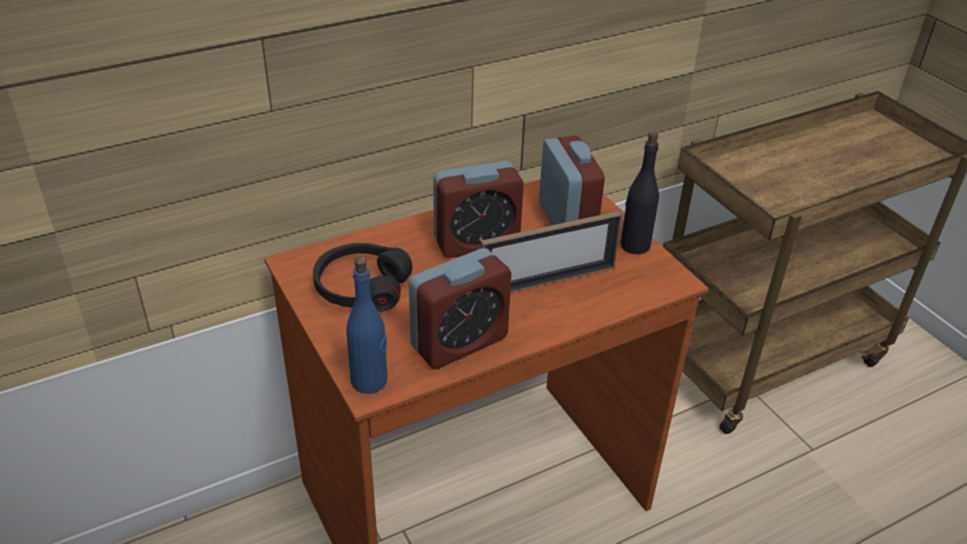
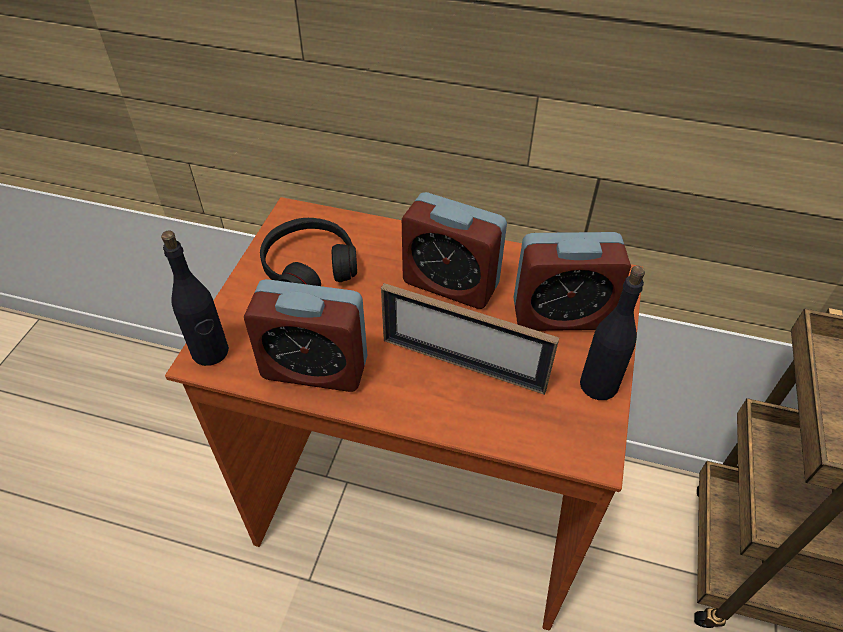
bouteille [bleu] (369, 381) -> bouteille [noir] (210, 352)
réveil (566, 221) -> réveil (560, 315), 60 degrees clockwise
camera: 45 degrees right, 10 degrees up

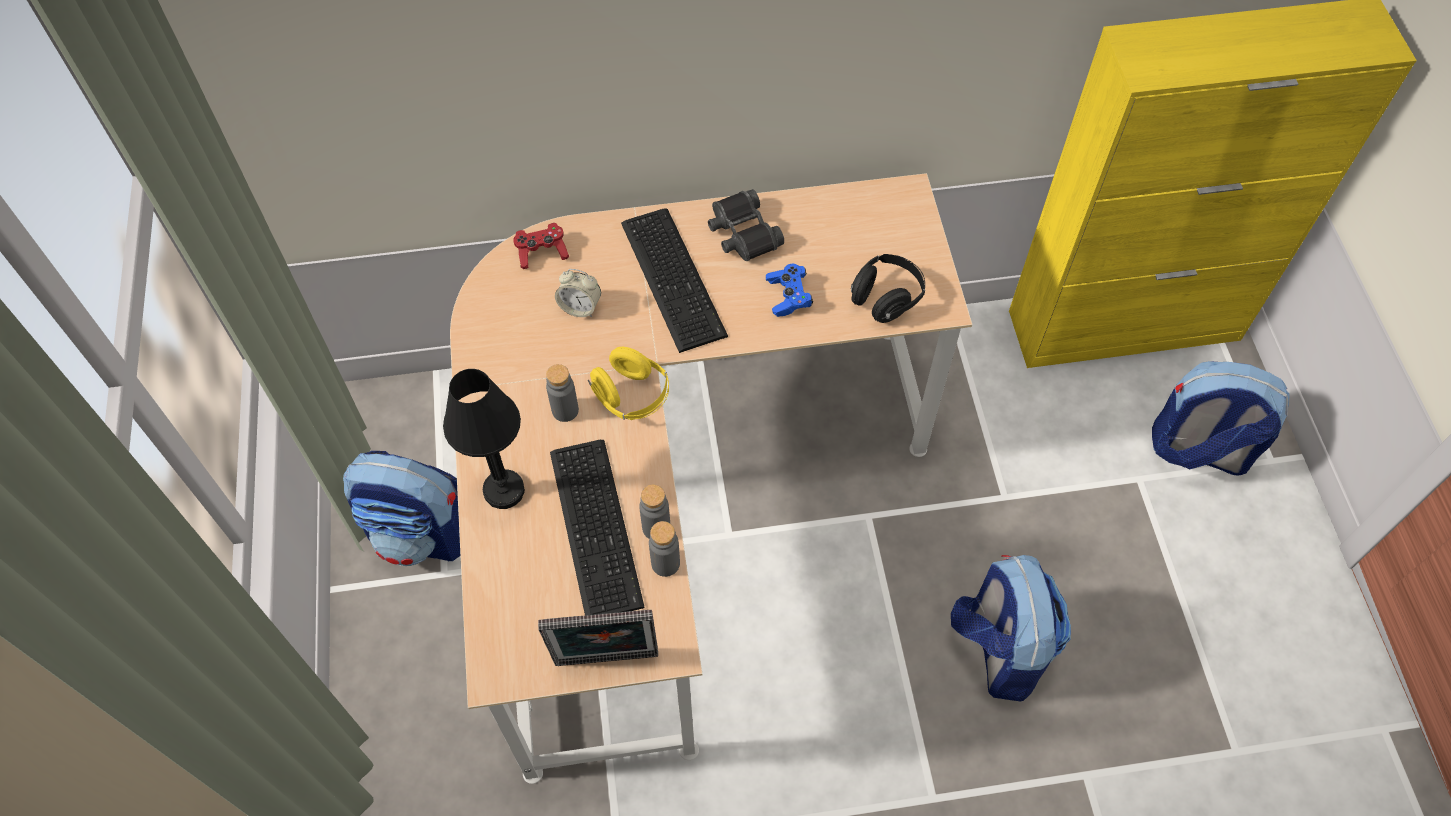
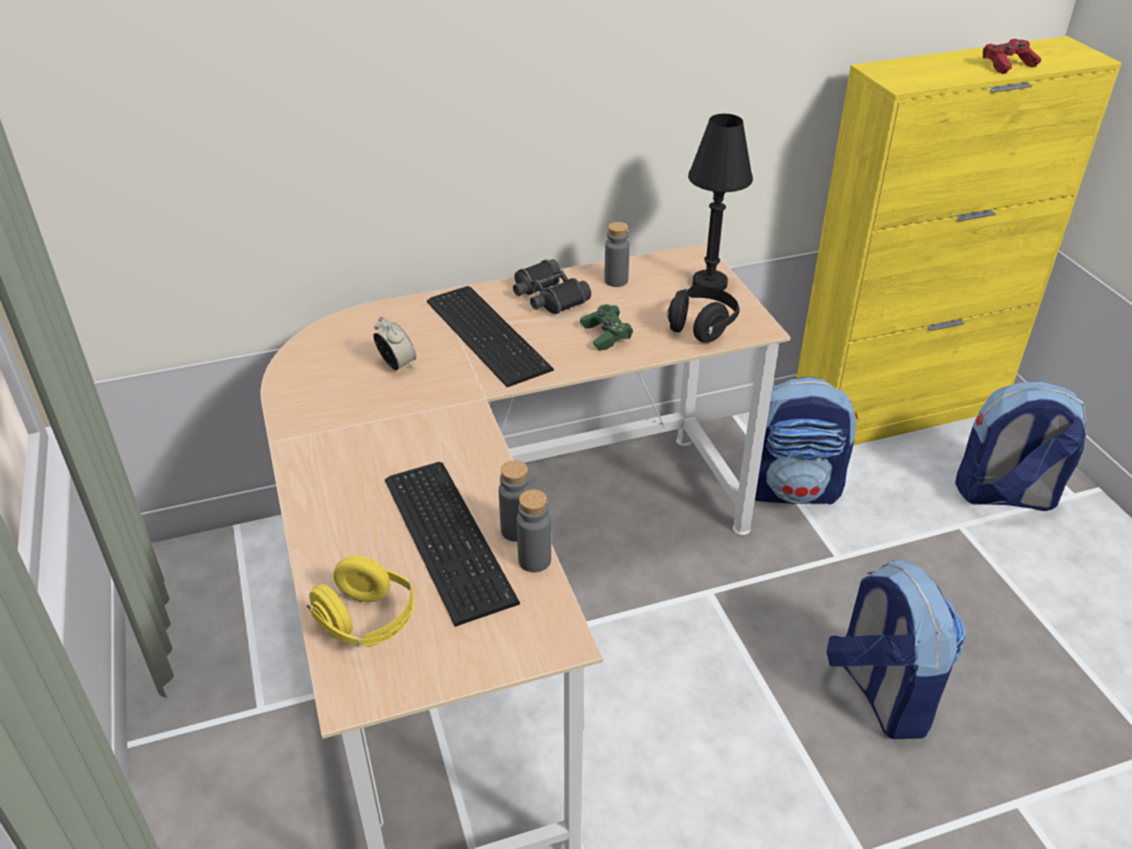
casque audio [jaune] (631, 396) -> casque audio [jaune] (367, 623), moved
réveil (580, 307) -> réveil (397, 364), 135 degrees counterclockwise
manette [bleu] (788, 296) -> manette [vert] (606, 335)
bouteille [gris] (565, 410) -> bouteille [gris] (616, 280), moved
lampe de table [noir] (504, 490) -> lampe de table [noir] (709, 284), moved
sac à dos (421, 533) -> sac à dos (792, 489), moved
manette [rouge] (542, 252) -> manette [rouge] (1008, 65), moved
cadre photo (607, 663) -> none
camera: 10 degrees left, 20 degrees down

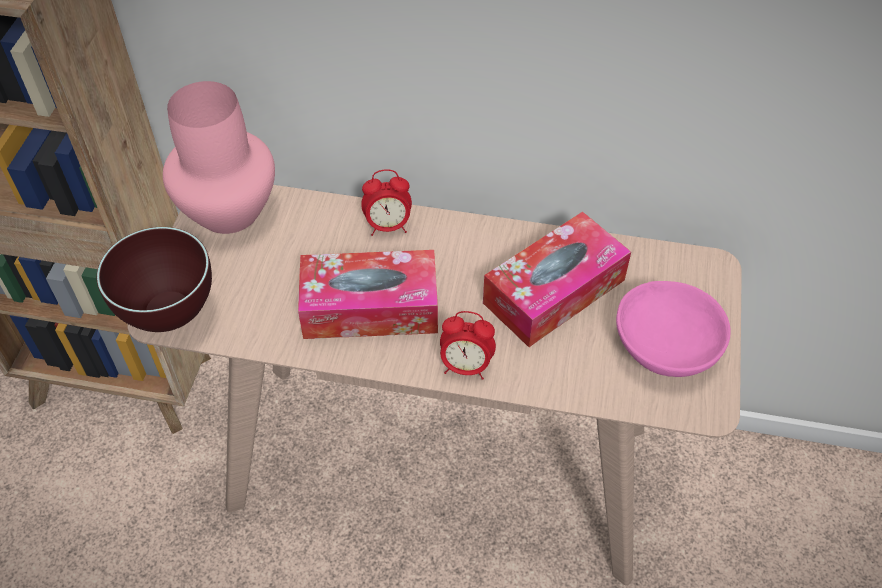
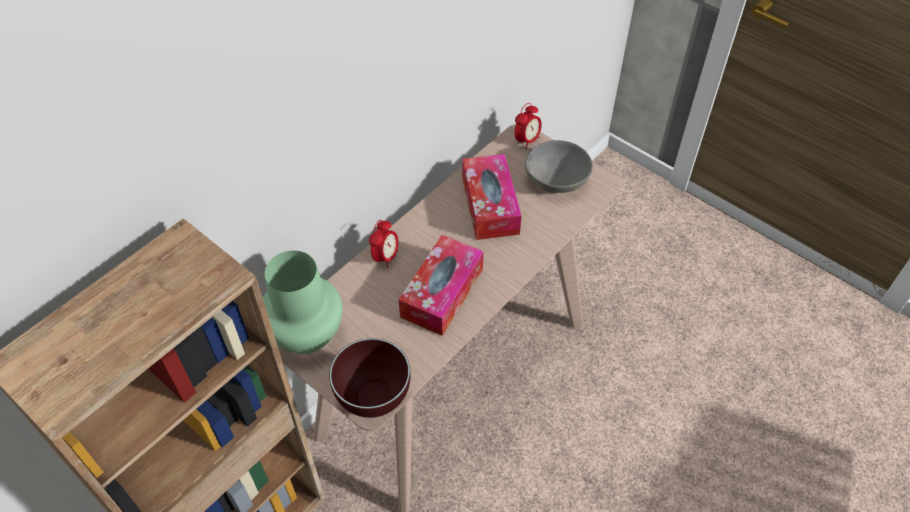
vase [rose] (230, 211) -> vase [vert] (307, 333)
réveil (466, 366) -> réveil (526, 140), moved
bol [rose] (667, 346) -> bol [gris] (556, 179)
camera: 60 degrees left, 0 degrees up

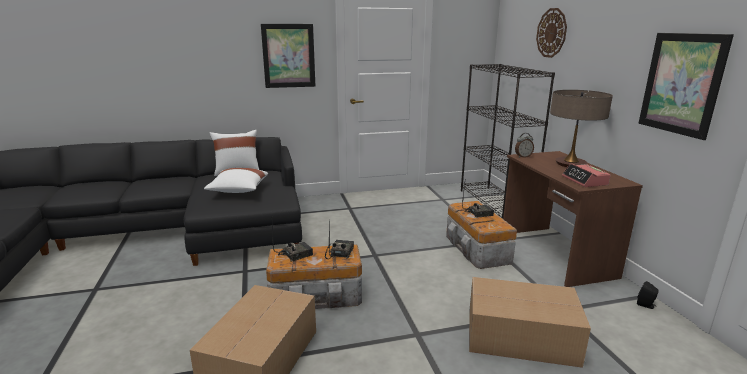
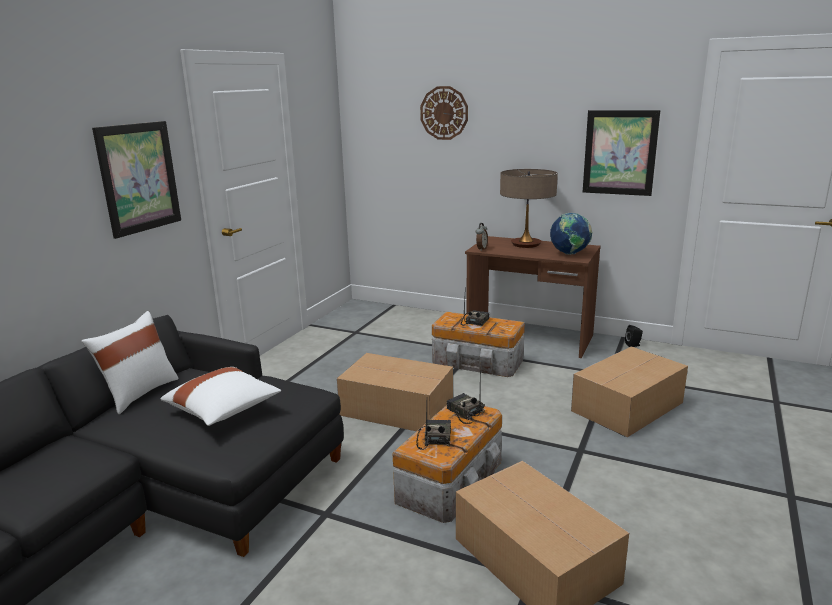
none -> carton (395, 408)
réveil (585, 181) -> globe (569, 254)
bibliothèque [noir] (495, 204) -> none
camera: 50 degrees left, 0 degrees up

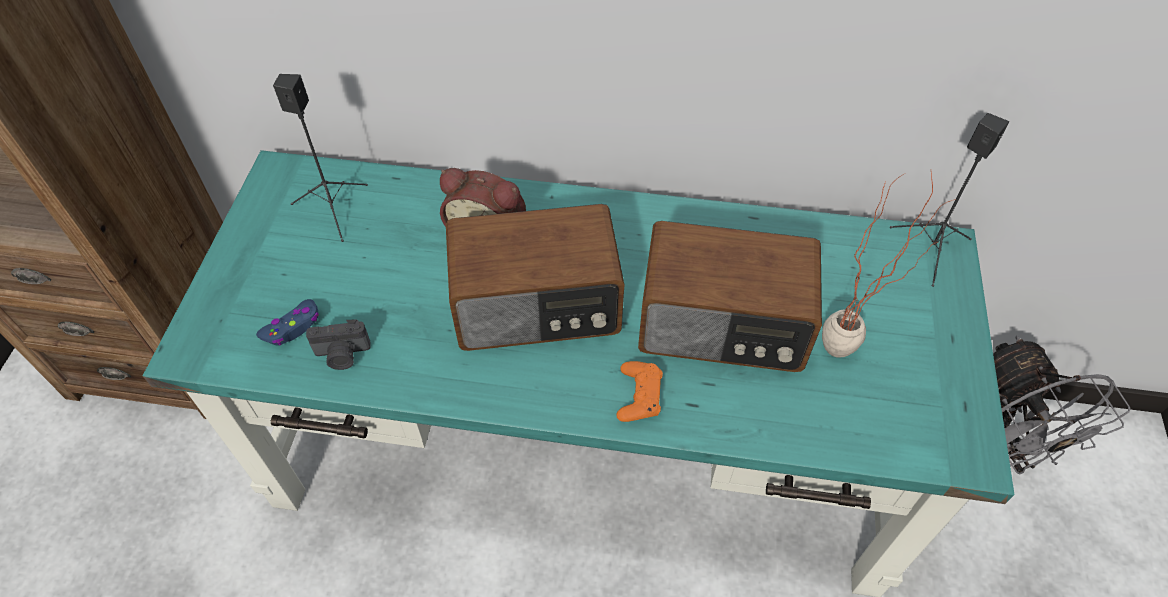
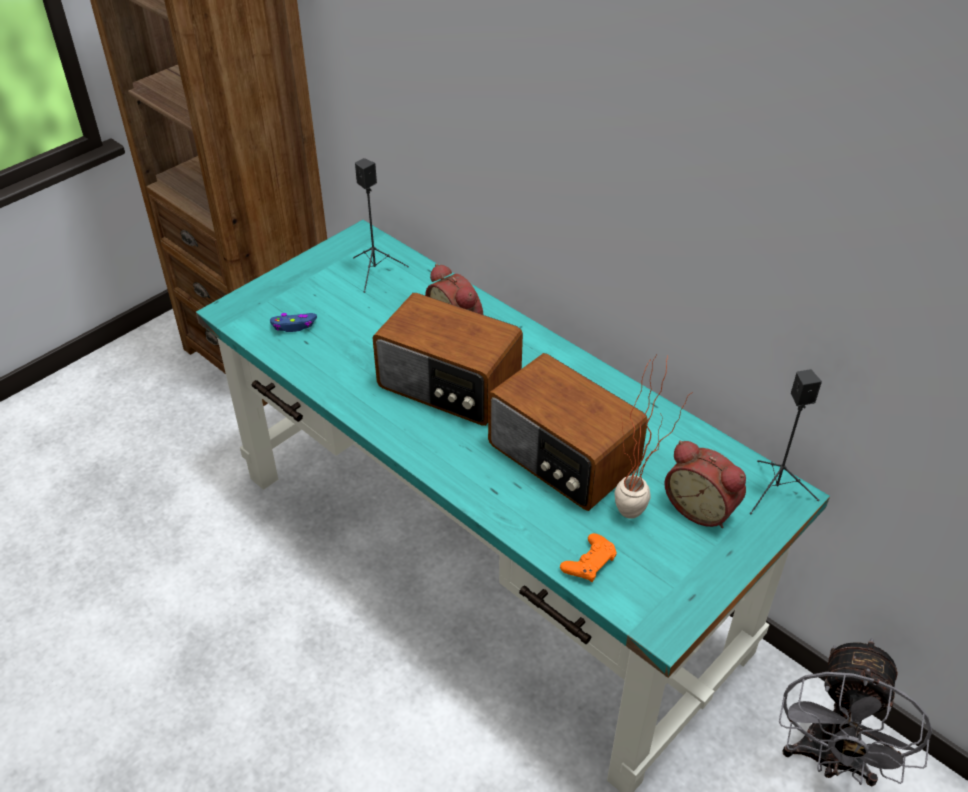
manette [orange] (639, 396) -> manette [orange] (589, 562), moved
none -> réveil (701, 507)
appareil photo (342, 355) -> none
camera: 35 degrees right, 10 degrees down

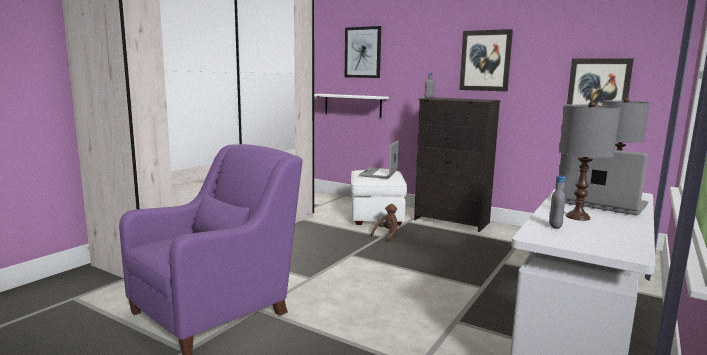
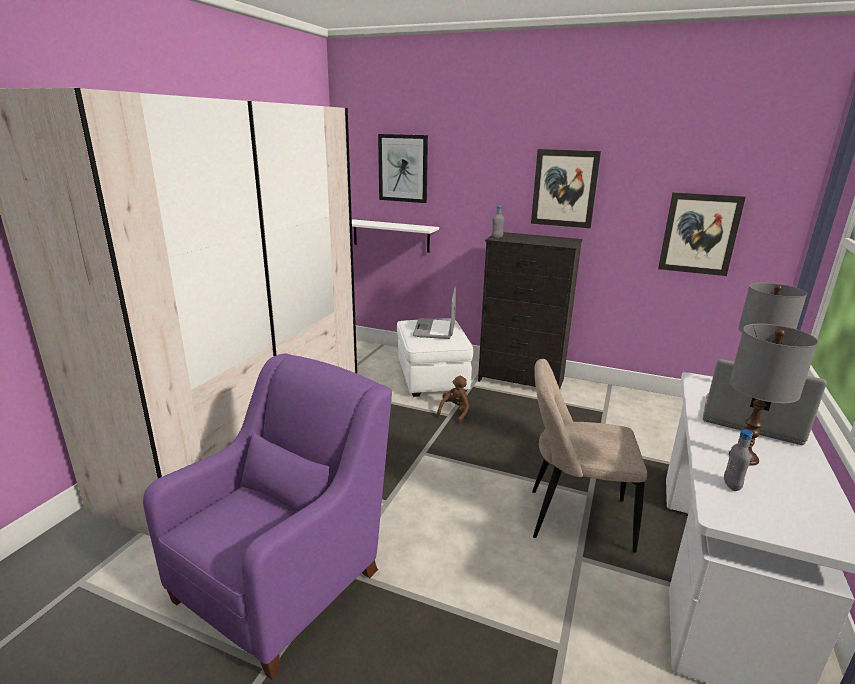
none -> chaise [beige] (573, 518)
camera: 10 degrees left, 10 degrees up

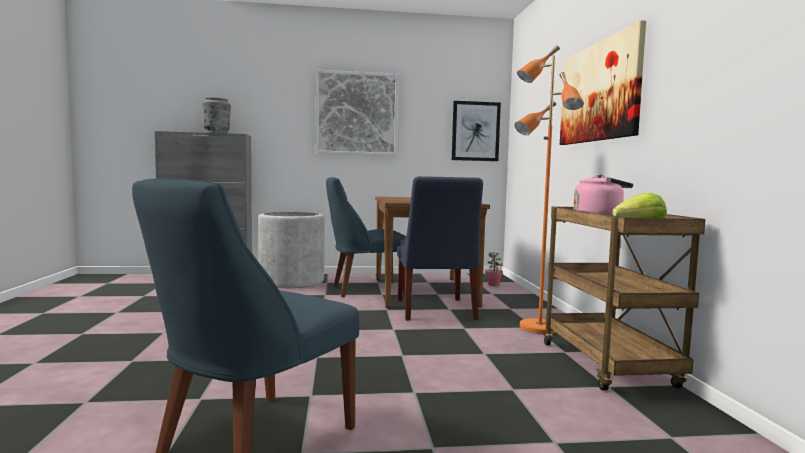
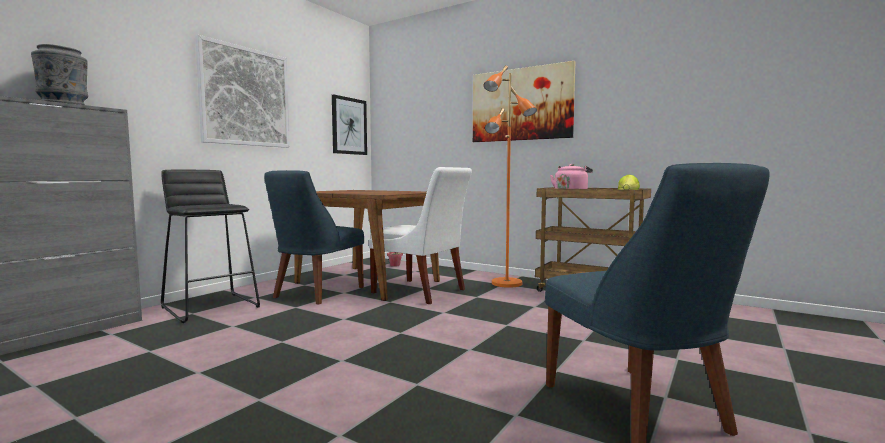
cache-pot [gris] (291, 281) -> tabouret [noir] (211, 306)
chaise [bleu] (435, 310) -> chaise [blanc] (421, 292)
camera: 50 degrees left, 0 degrees up

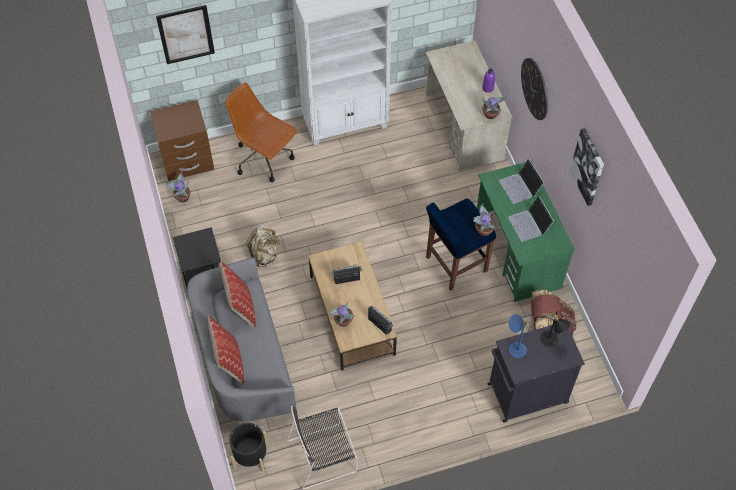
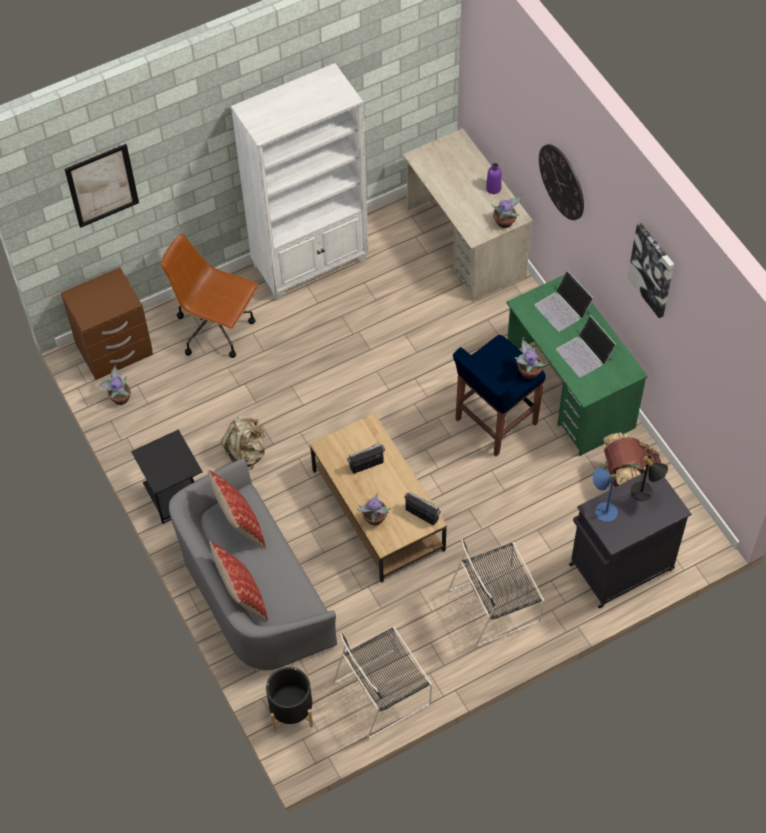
none -> chaise [noir] (496, 605)
camera: 10 degrees left, 0 degrees up

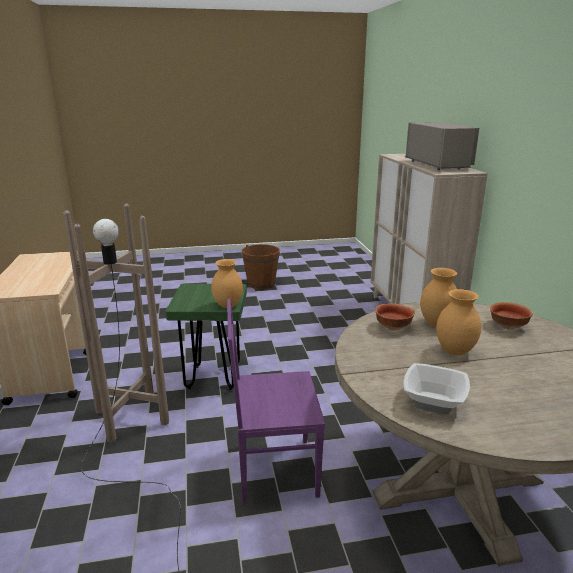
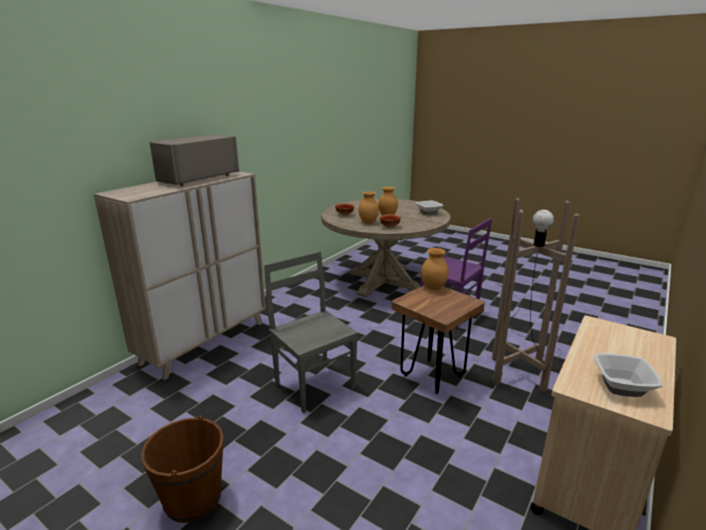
none -> chaise [gris] (314, 385)
tabouret [vert] (213, 377) -> tabouret [marron] (432, 376)
none -> bol (620, 387)
camera: 135 degrees left, 0 degrees up

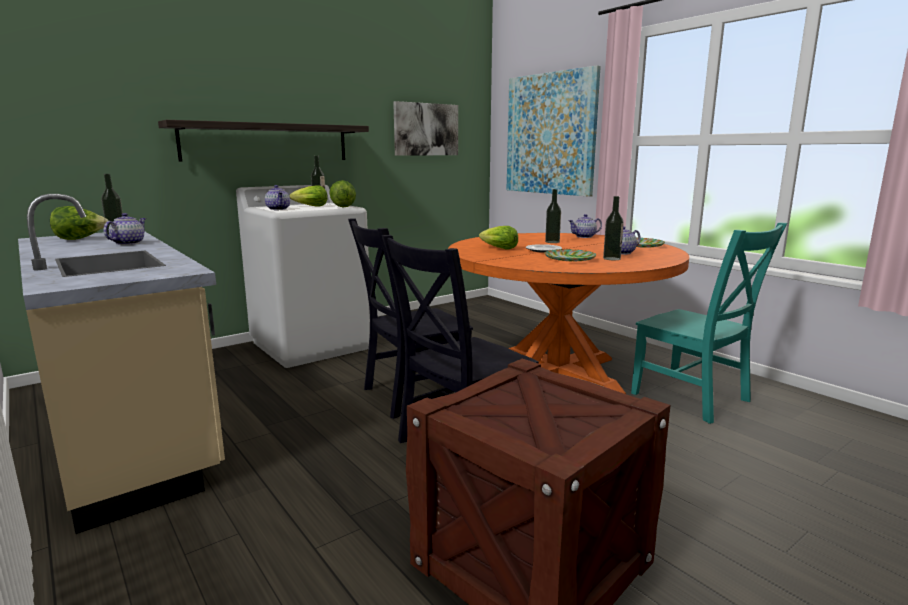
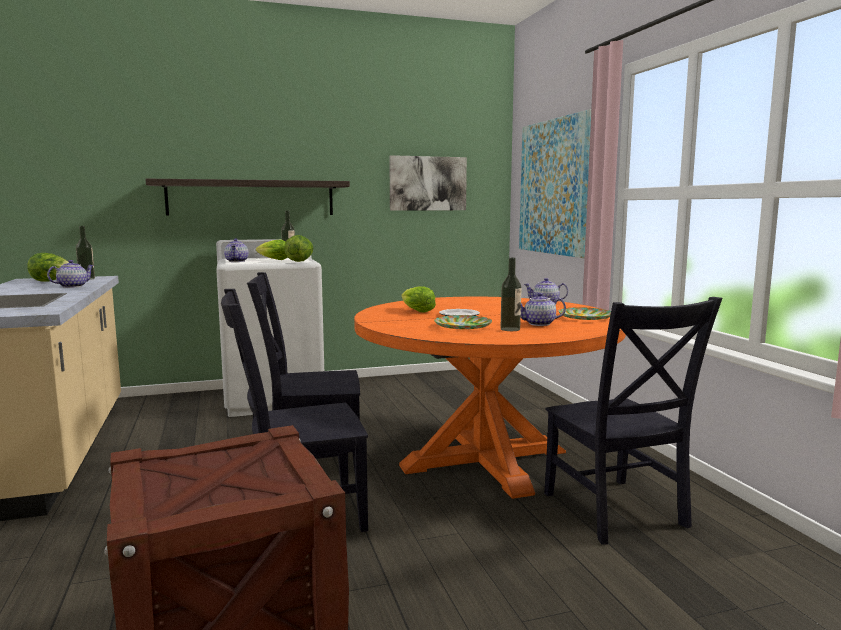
chaise [turquoise] (694, 399) -> chaise [noir] (616, 512)
bouteille (552, 242) -> none
camera: 20 degrees right, 5 degrees down

